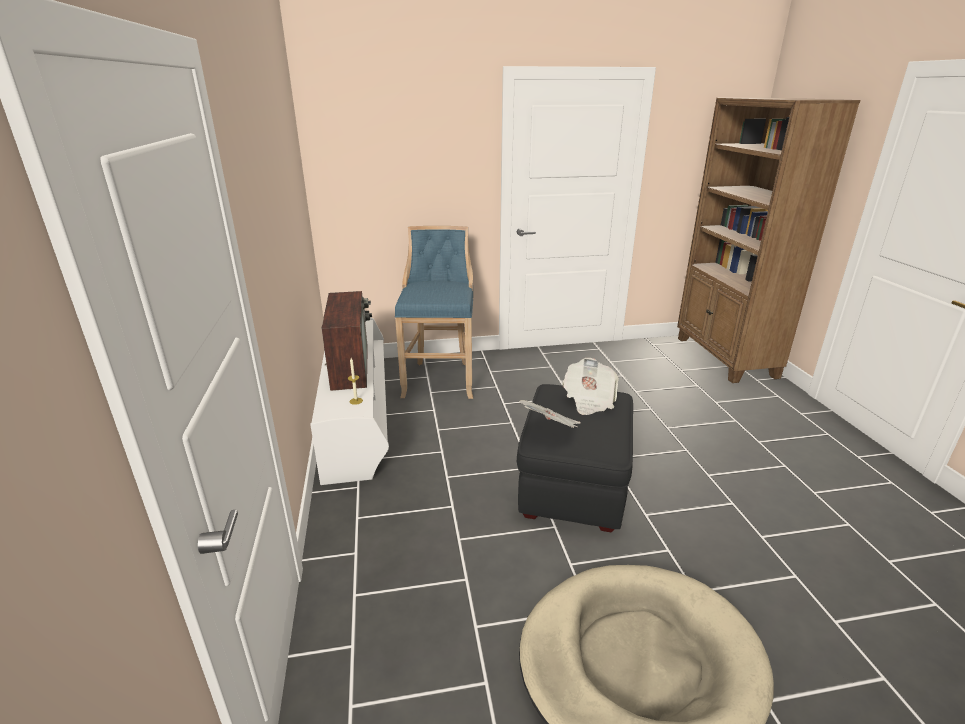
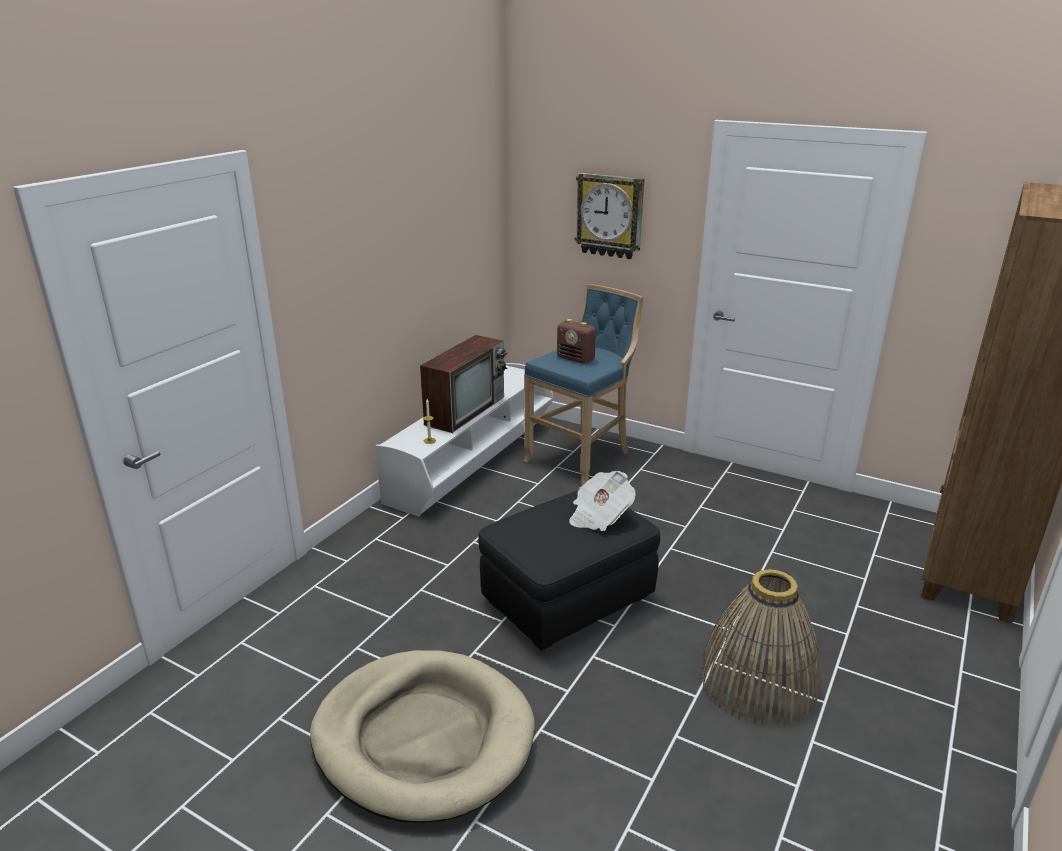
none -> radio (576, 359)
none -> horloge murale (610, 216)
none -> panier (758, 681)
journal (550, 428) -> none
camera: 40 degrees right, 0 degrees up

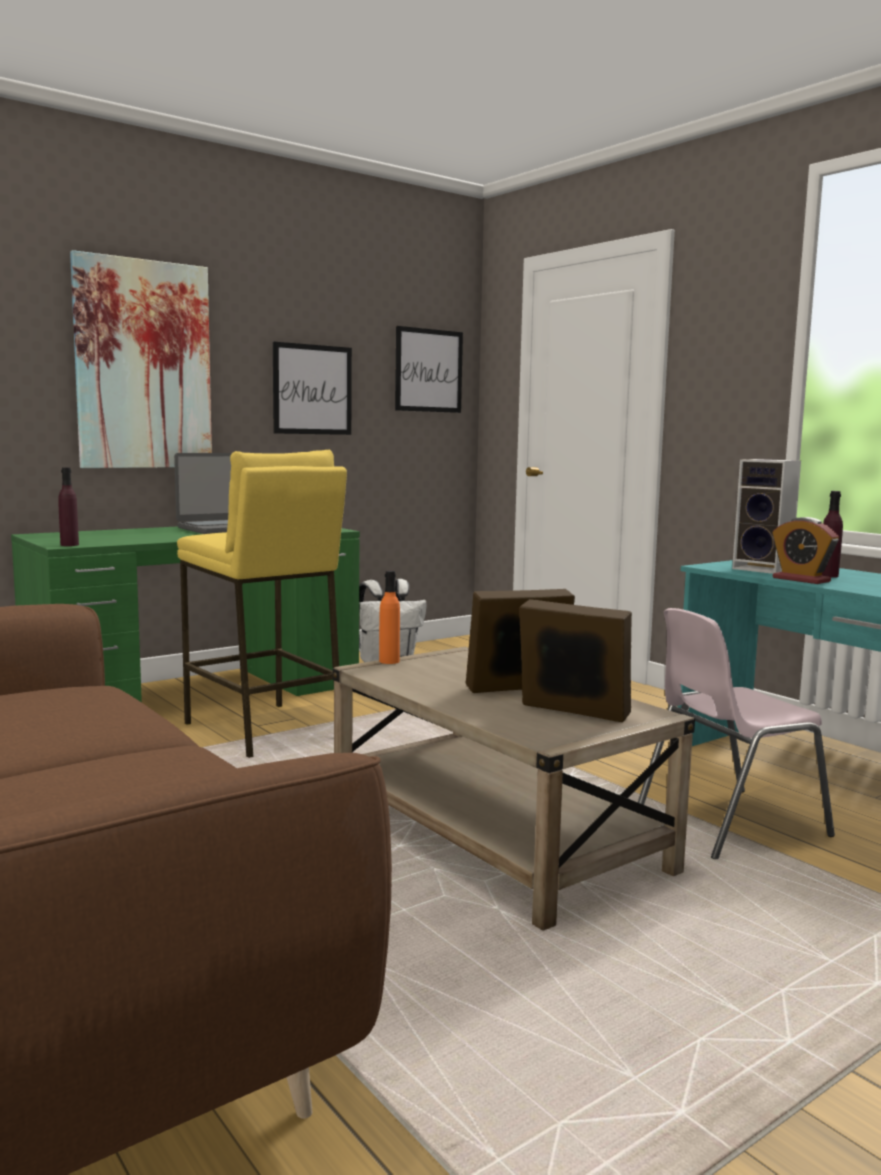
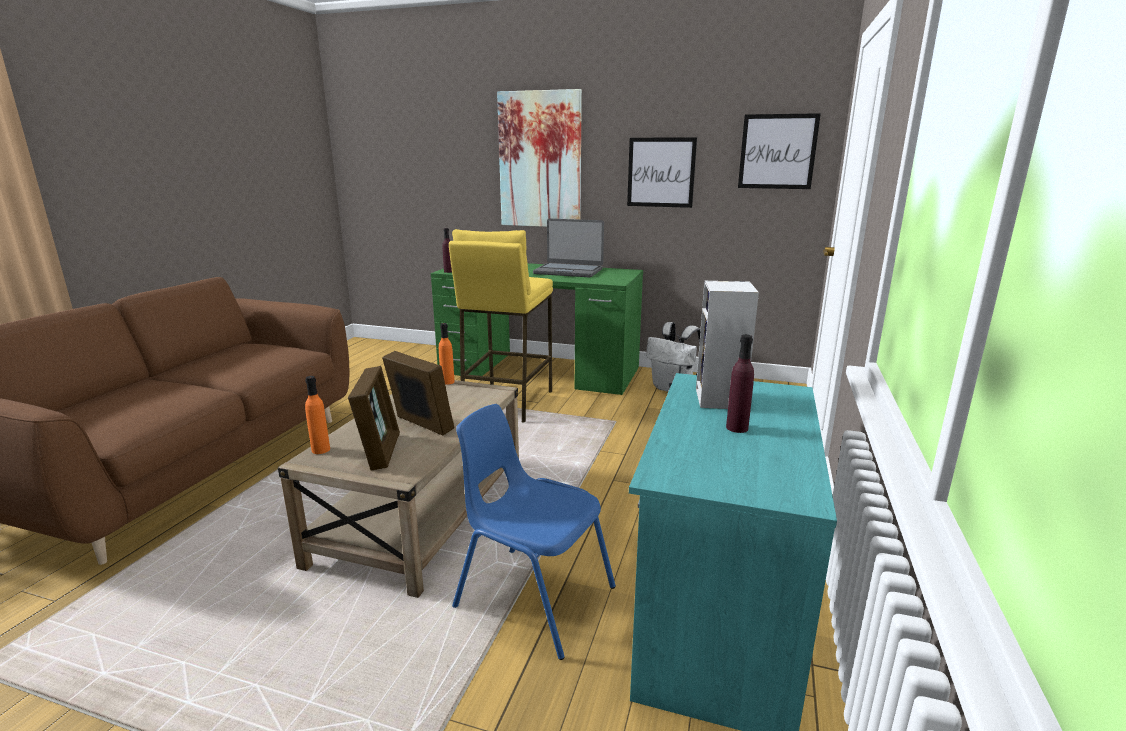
none -> bouteille [orange] (321, 450)
chaise [rose] (727, 823) -> chaise [bleu] (533, 596)
réveil (801, 580) -> none
camera: 55 degrees right, 10 degrees up

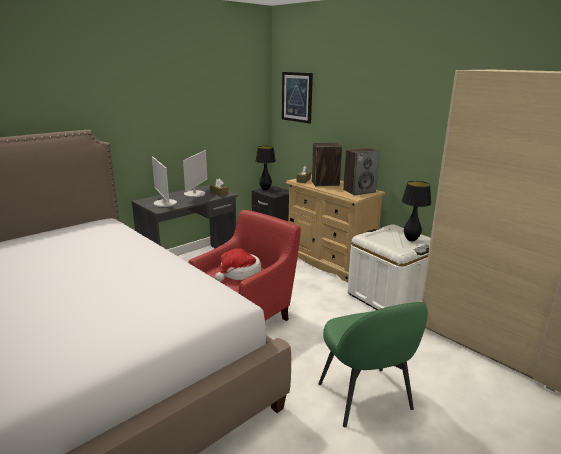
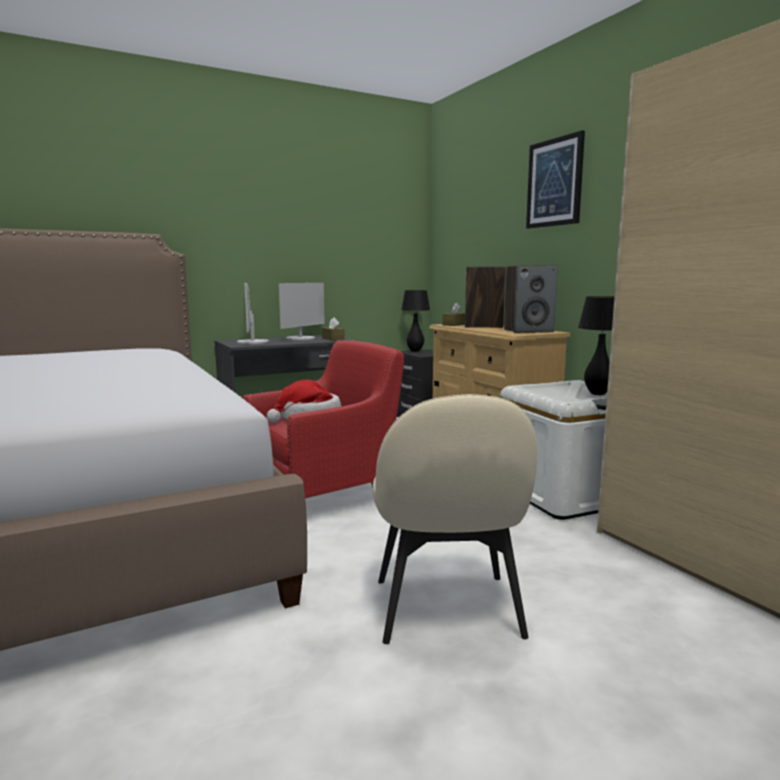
chaise [vert] (365, 398) -> chaise [beige] (447, 610)
tableau (297, 97) -> tableau (555, 183), moved
camera: 15 degrees right, 10 degrees down

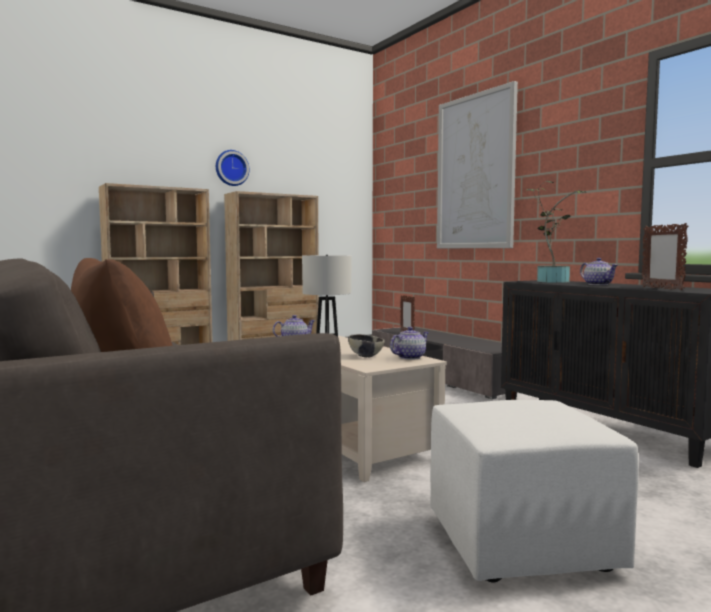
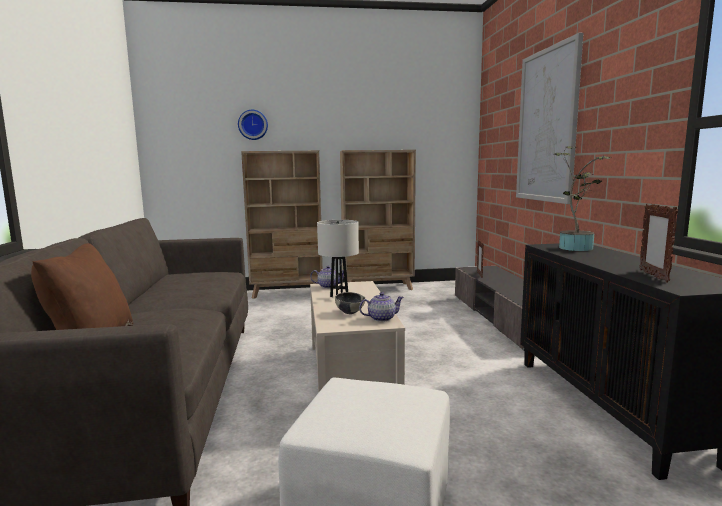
horloge murale (231, 168) -> horloge murale (253, 125), moved
théière (598, 284) -> none
camera: 25 degrees right, 5 degrees up

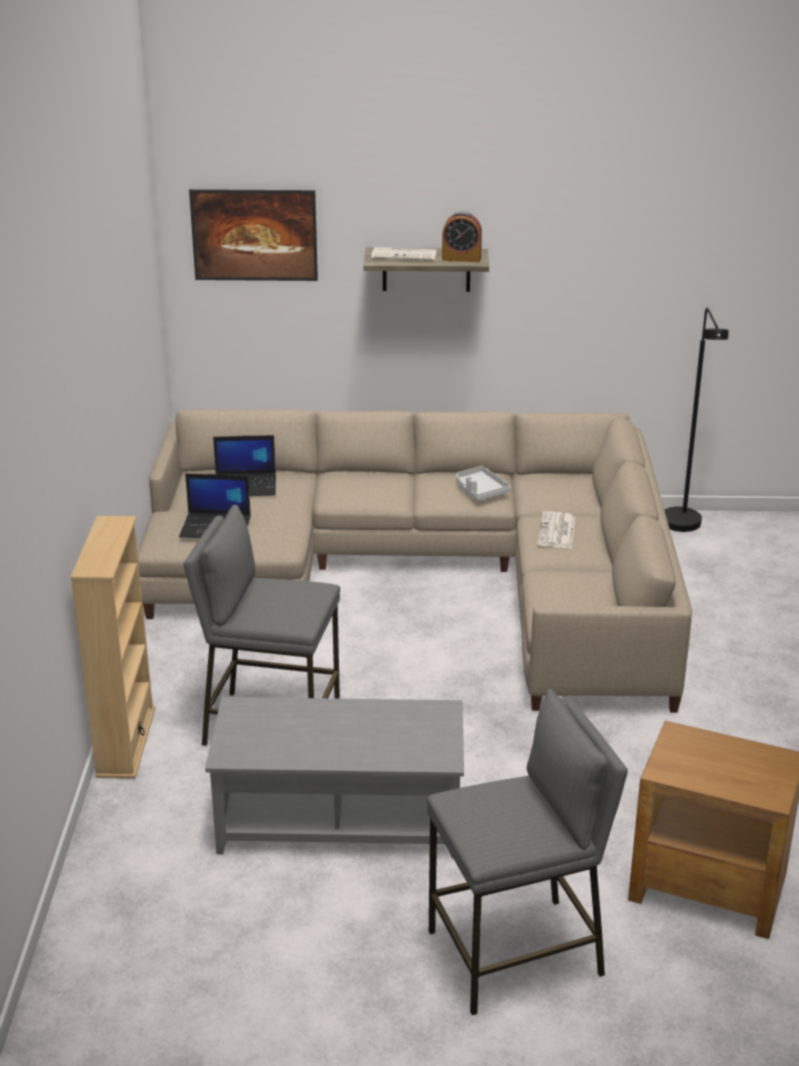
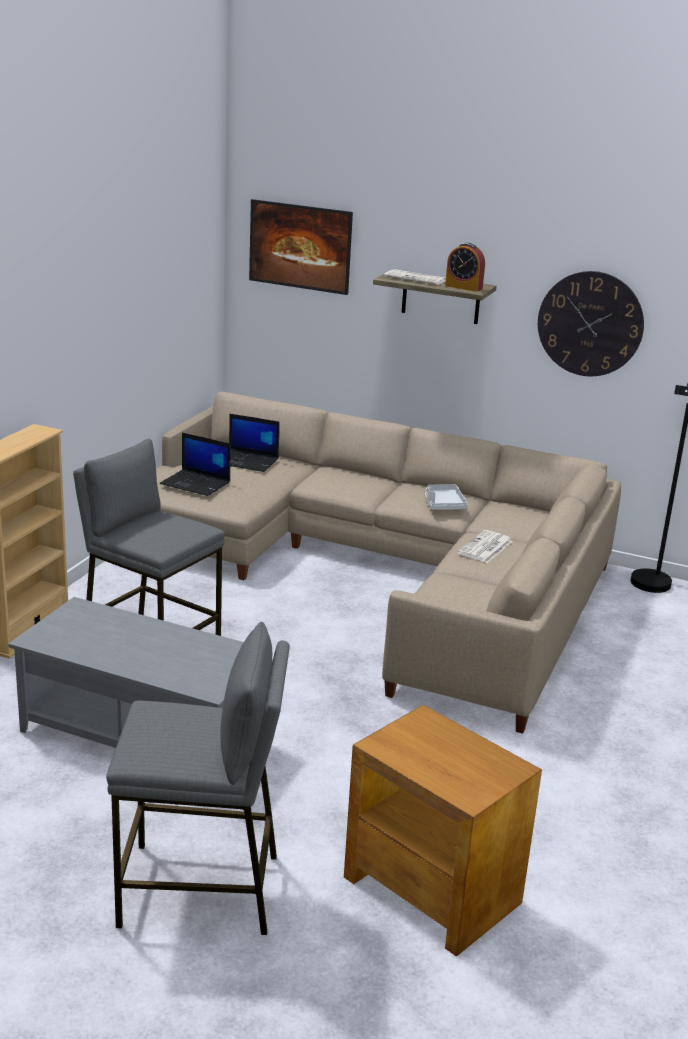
none -> horloge murale (590, 324)
camera: 20 degrees right, 5 degrees down

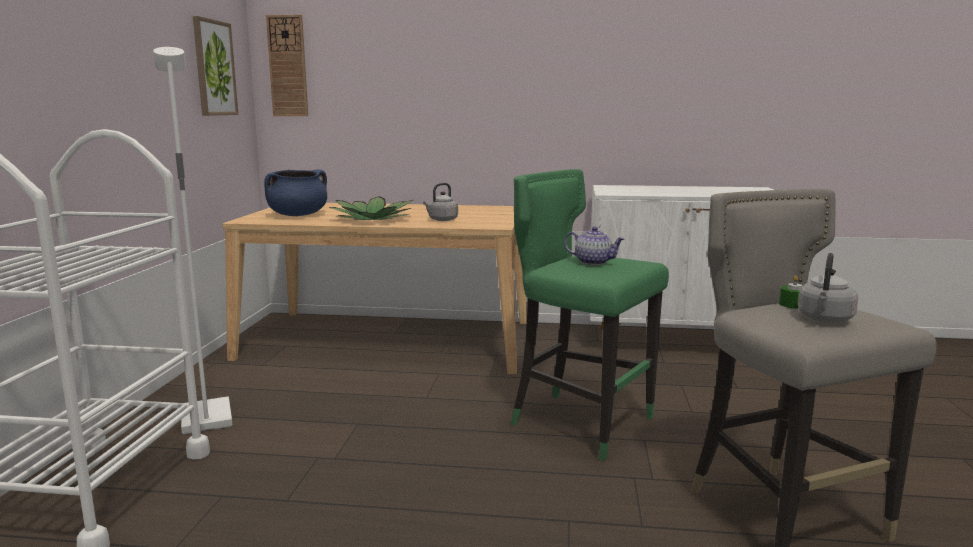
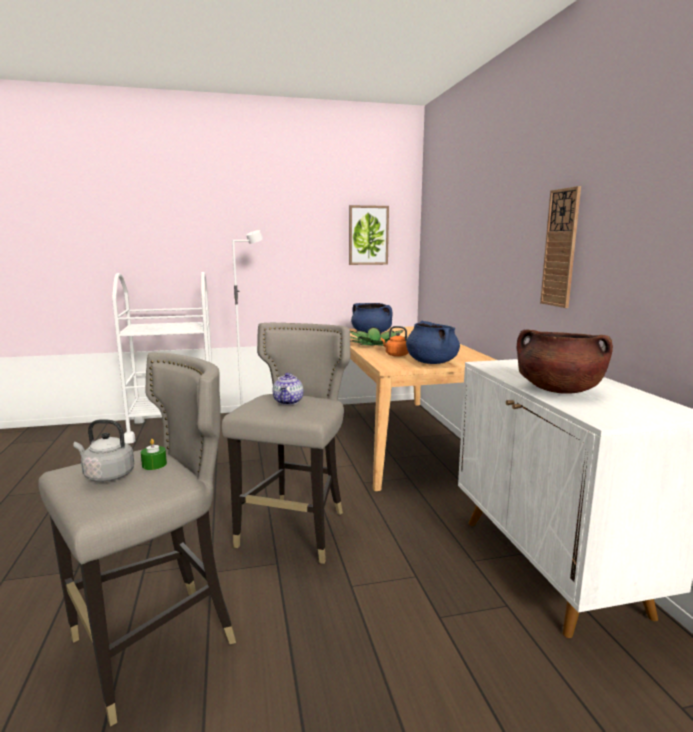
tabouret [vert] (580, 423) -> tabouret [gris] (296, 530)
bouilloire [gris] (441, 220) -> bouilloire [orange] (395, 355)
none -> marmite [bleu] (431, 362)
none -> marmite [marron] (558, 390)
horloge murale (288, 66) -> horloge murale (560, 248), moved
camera: 70 degrees right, 0 degrees up

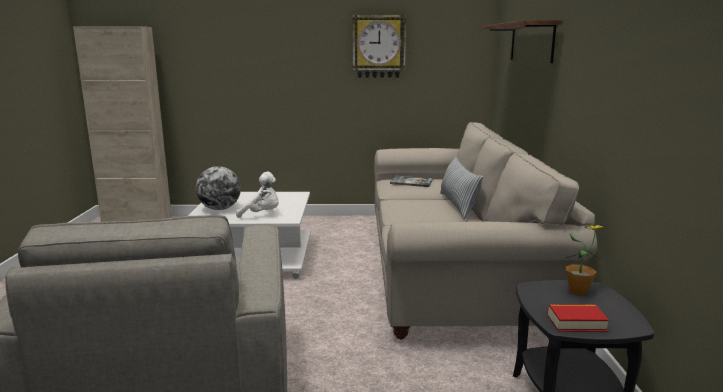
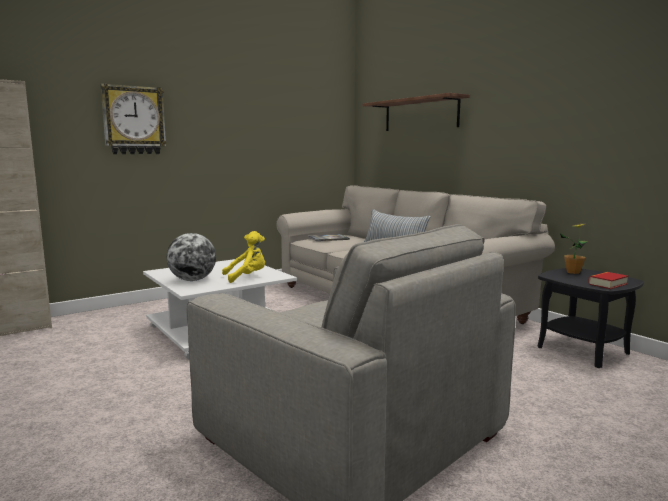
horloge murale (378, 46) -> horloge murale (134, 120), moved
peluche [blanc] (262, 214) -> peluche [jaune] (247, 277)
camera: 35 degrees left, 5 degrees down

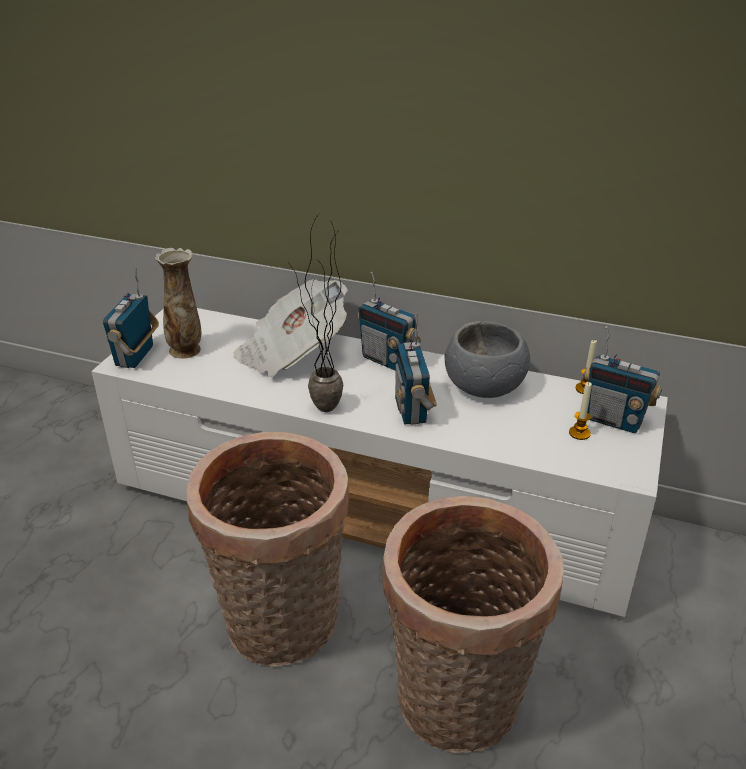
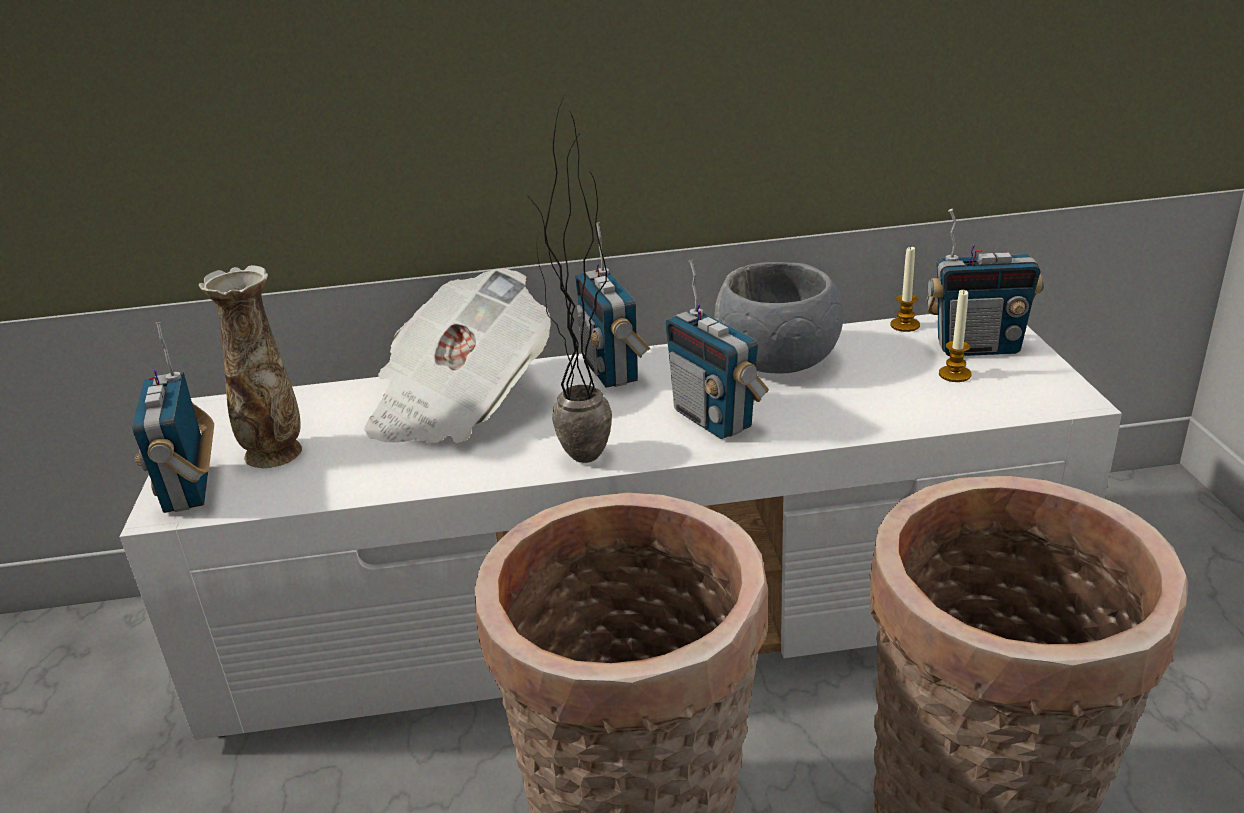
radio (387, 360) -> radio (612, 370), 60 degrees clockwise
camera: 25 degrees left, 5 degrees down

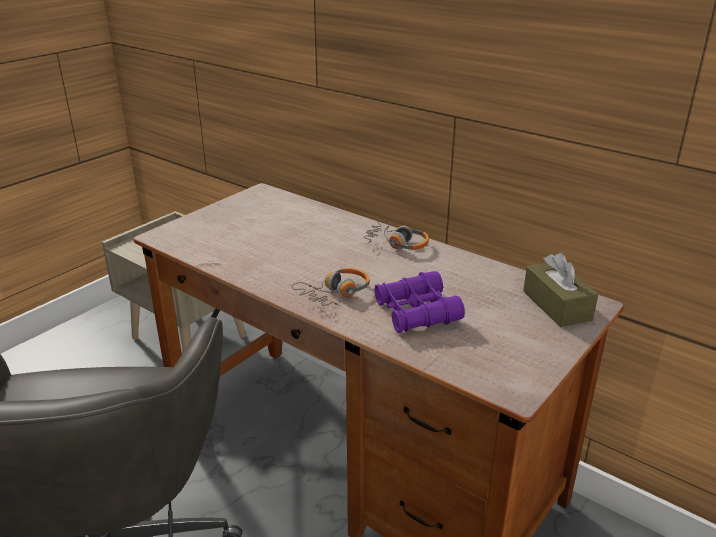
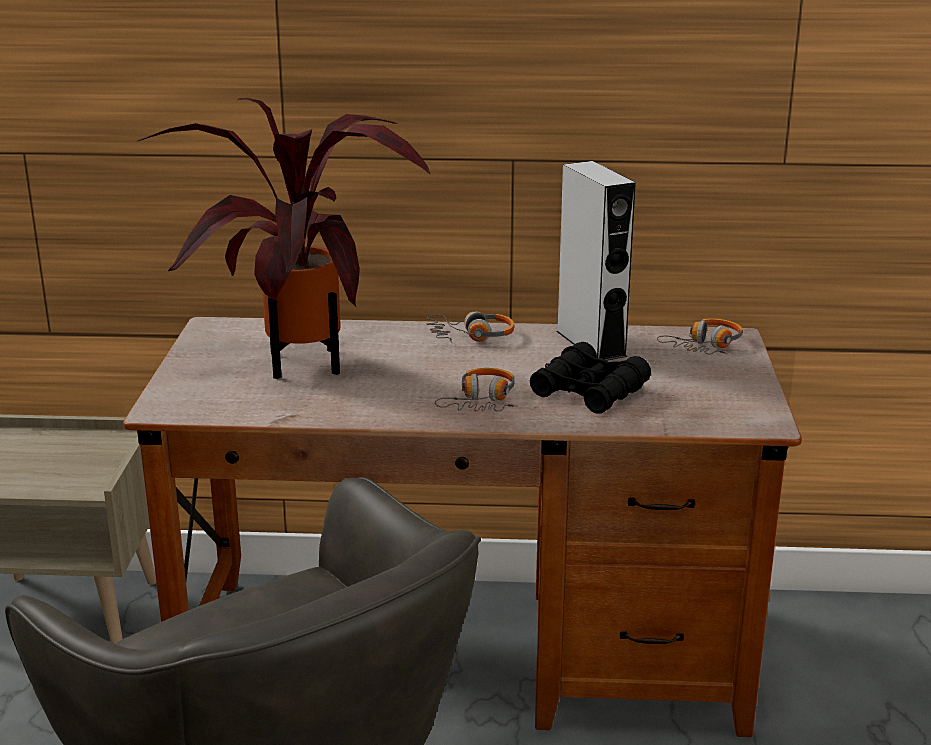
none -> plante en pot (300, 367)
jumelles [violet] (416, 312) -> jumelles [noir] (589, 391)
none -> enceinte [gris] (591, 343)
boîte à mouchoirs [marron] (556, 305) -> casque audio (705, 346)
camera: 35 degrees left, 5 degrees down

